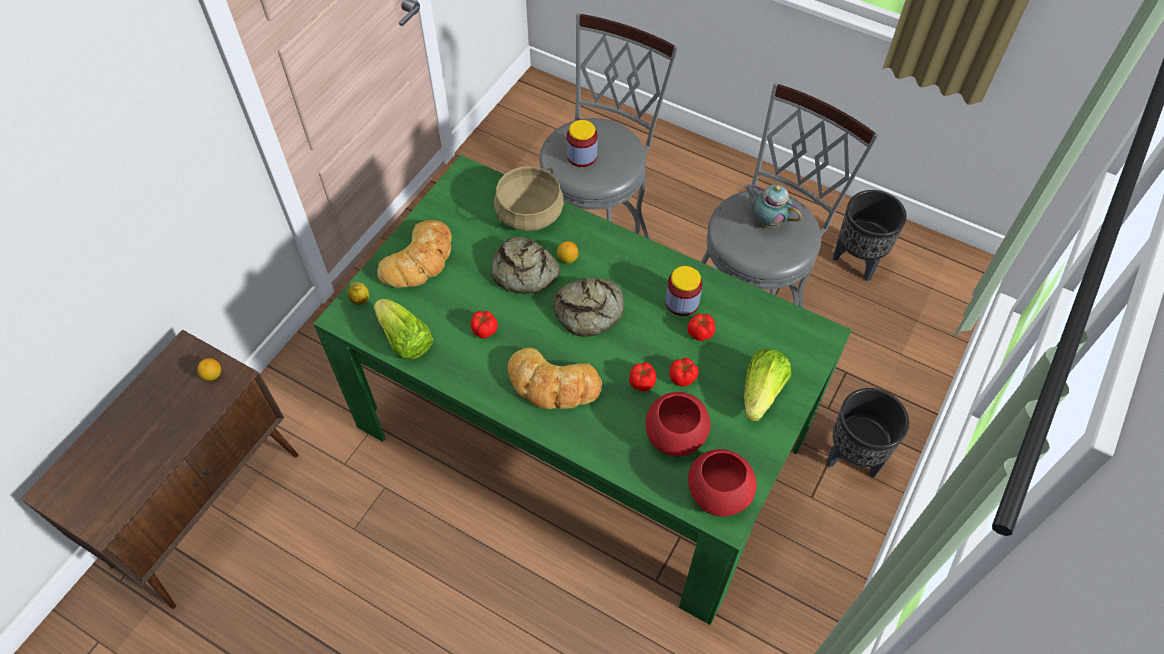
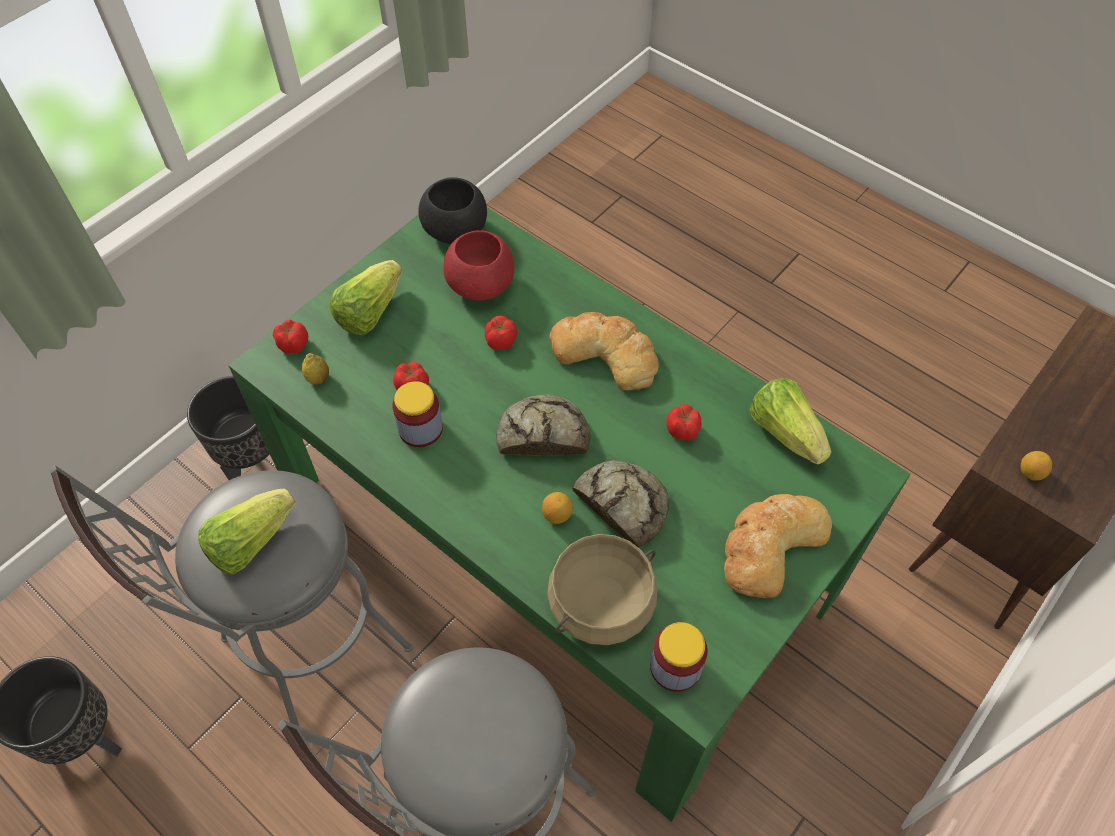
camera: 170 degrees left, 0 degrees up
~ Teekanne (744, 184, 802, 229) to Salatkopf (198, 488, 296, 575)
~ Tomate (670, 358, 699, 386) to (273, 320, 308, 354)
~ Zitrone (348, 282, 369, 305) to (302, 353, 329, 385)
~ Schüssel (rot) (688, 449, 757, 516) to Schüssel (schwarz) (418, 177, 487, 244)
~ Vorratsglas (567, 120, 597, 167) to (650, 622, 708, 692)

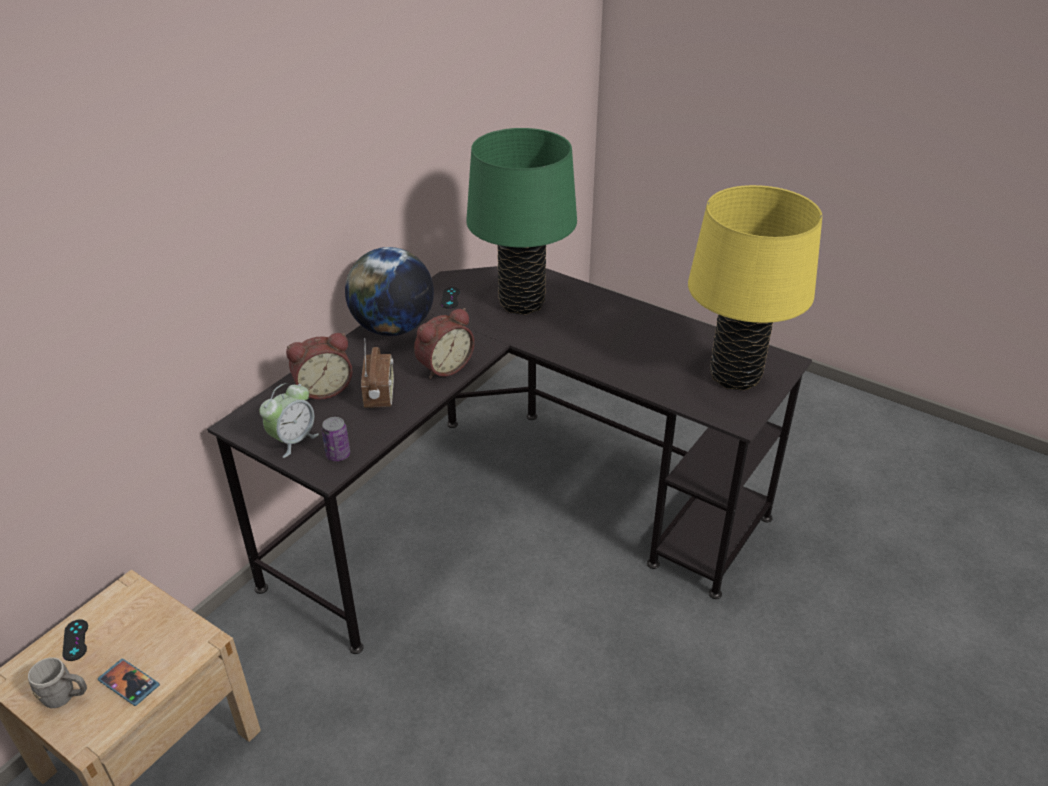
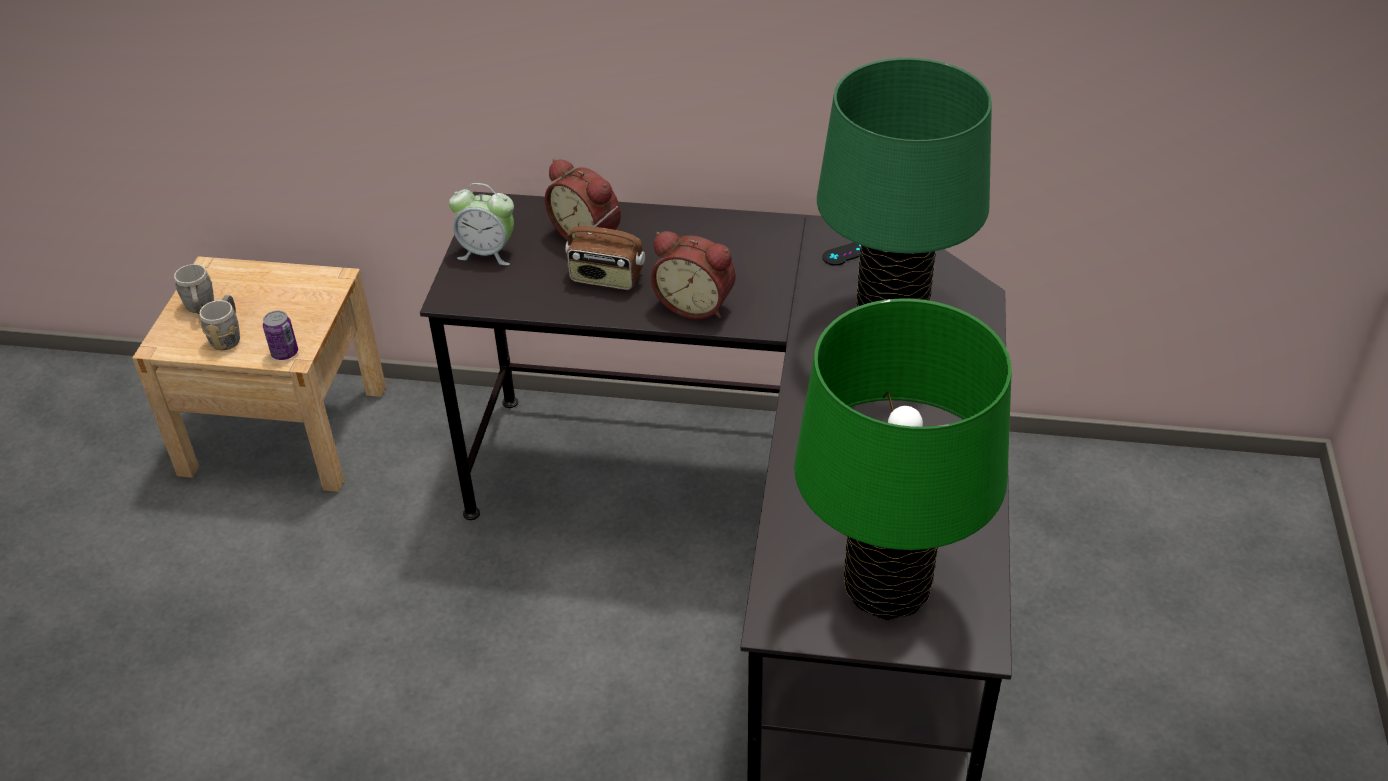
camera: 65 degrees right, 5 degrees up
~ Handy (98, 659, 160, 706) to Henkelbecher (grau) (199, 295, 240, 350)
~ Dose (322, 417, 350, 461) to (263, 311, 298, 360)
~ Radio (361, 338, 394, 408) = (565, 206, 645, 290) 45 degrees clockwise
~ Tischlampe (gelb) (688, 185, 822, 390) to Tischlampe (grün) (794, 298, 1012, 620)
- Gamepad (schwarz) (63, 619, 88, 661)
- Globus (345, 247, 434, 336)

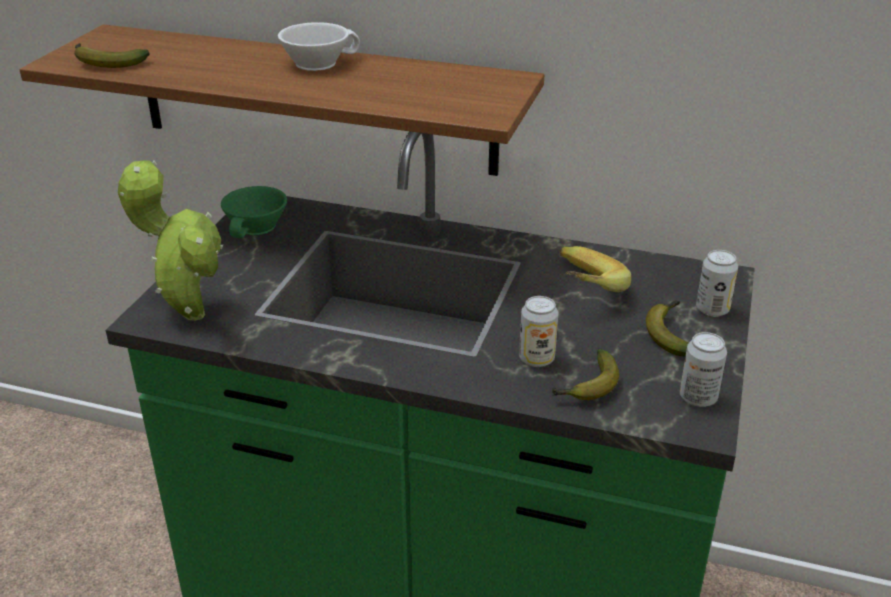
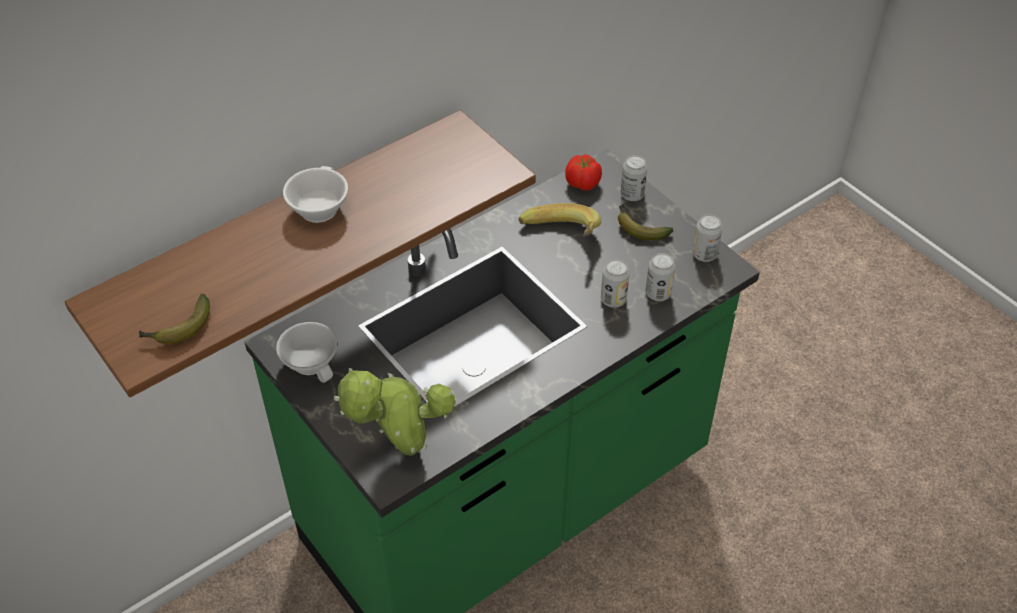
camera: 55 degrees left, 15 degrees up
~ Tasse (grün) (221, 186, 287, 238) to Tasse (weiß) (276, 322, 338, 383)
+ Tomate (565, 154, 602, 191)
~ Banane (552, 348, 619, 400) to Dose (646, 253, 675, 301)

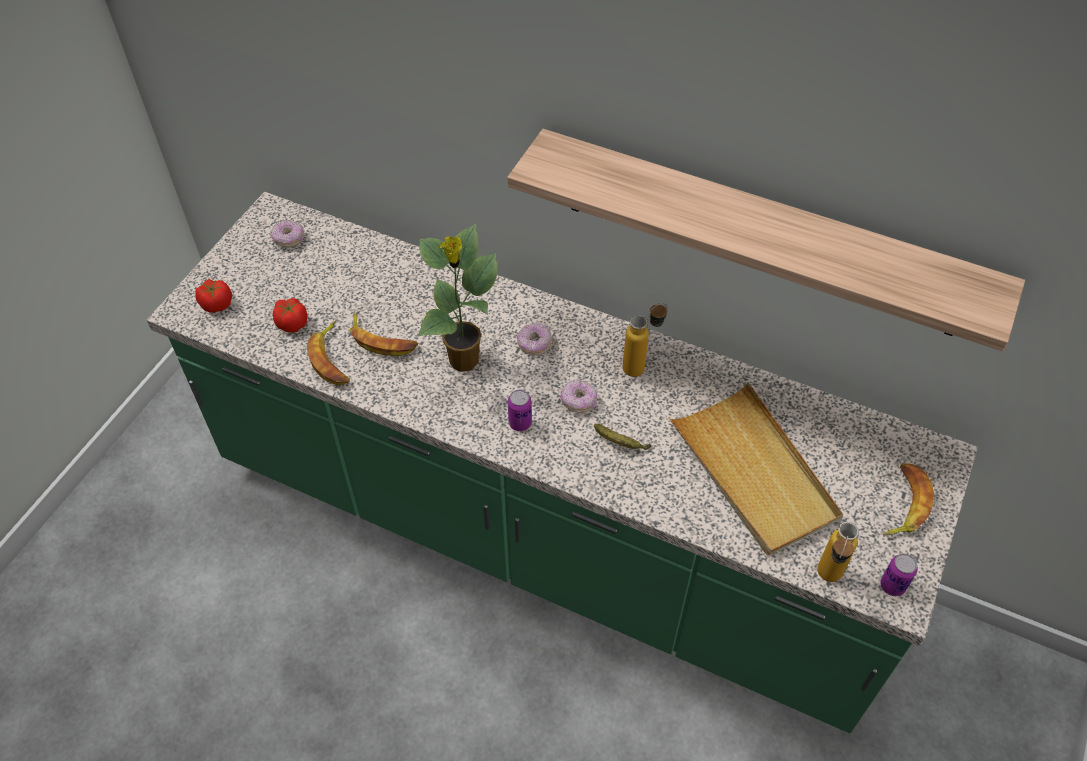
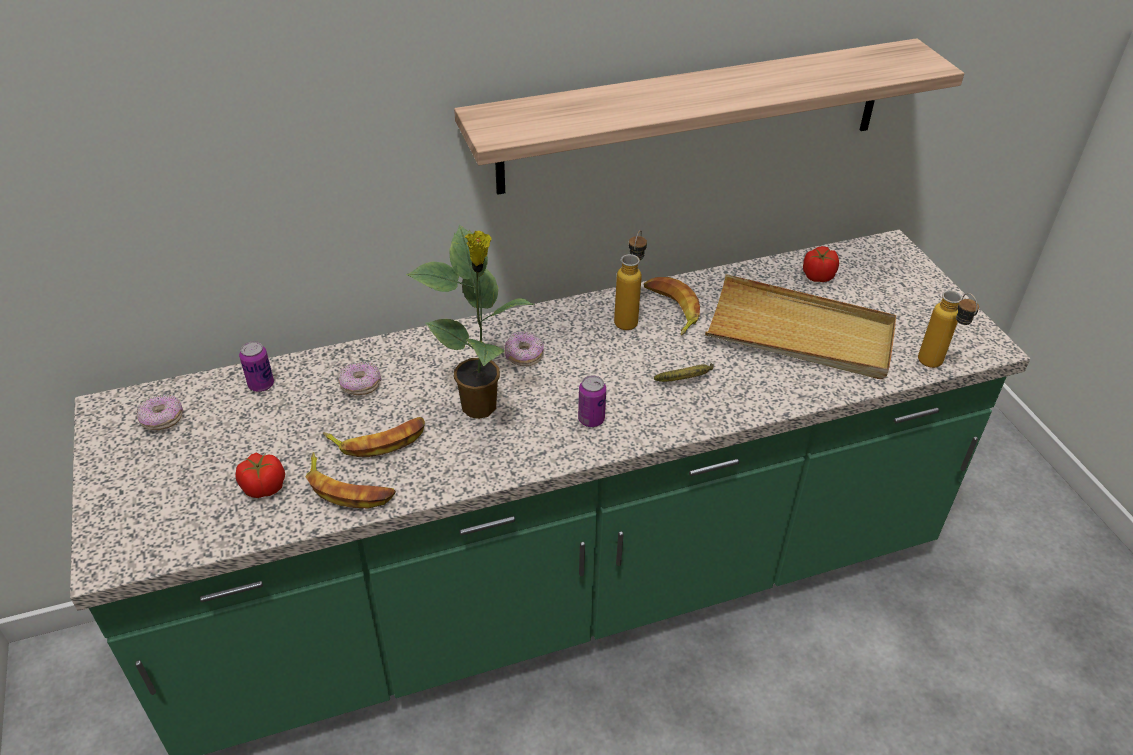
camera: 45 degrees left, 10 degrees down
~ Dose (880, 554, 918, 596) to (239, 341, 274, 392)
~ Donut (561, 380, 597, 413) to (338, 362, 381, 395)
~ Banane (883, 463, 934, 535) to (644, 277, 700, 336)
~ Tomate (195, 279, 232, 313) to (803, 246, 839, 282)

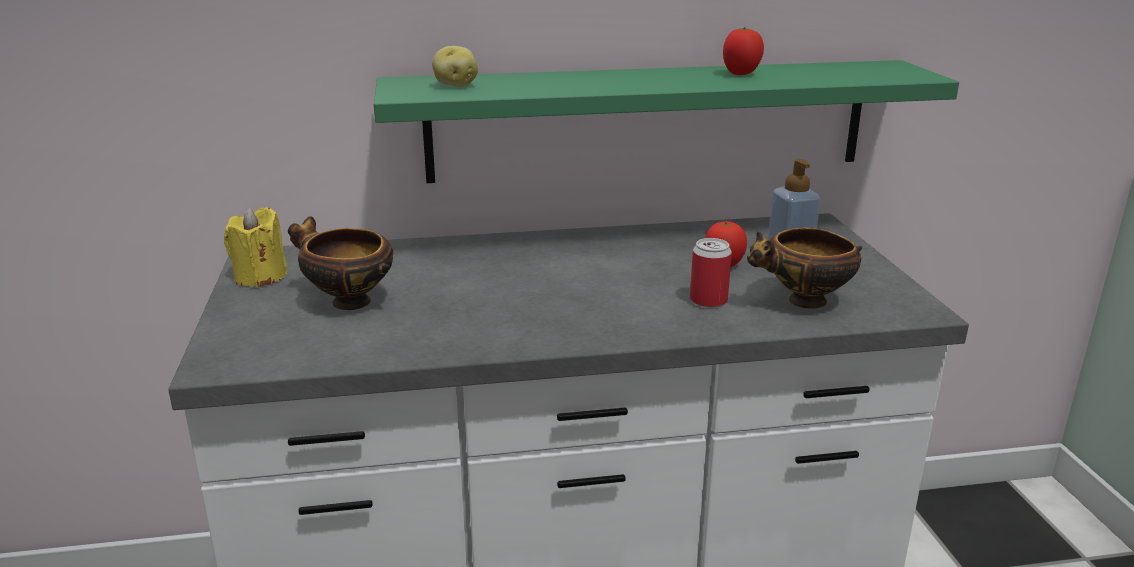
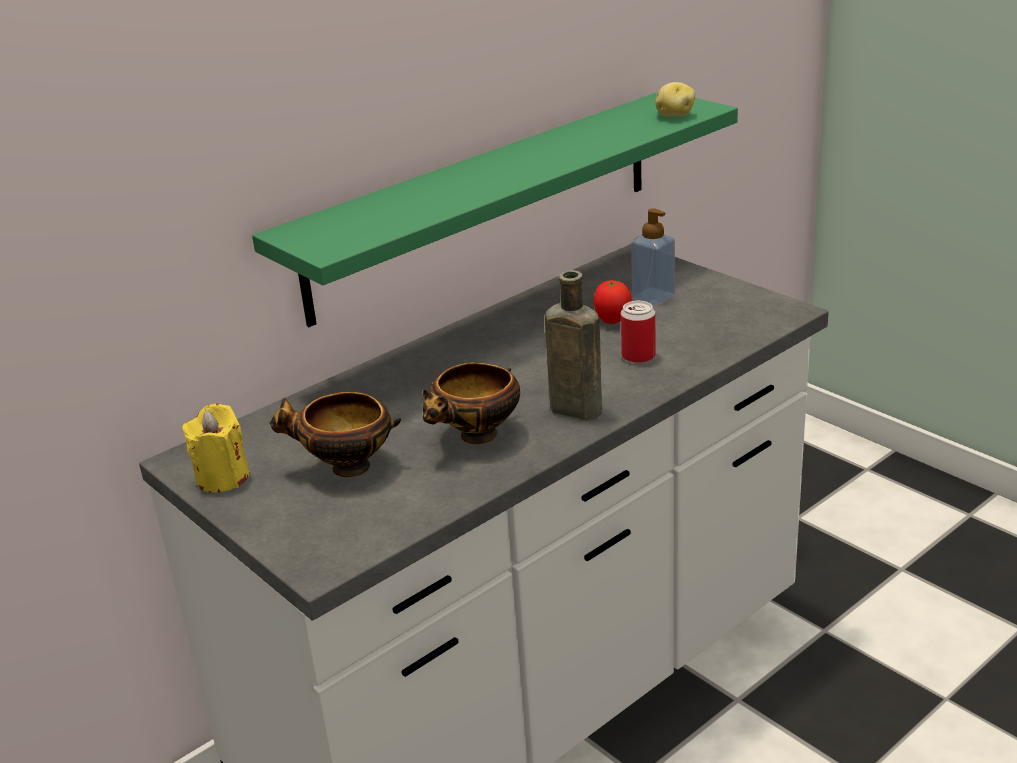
camera: 30 degrees left, 5 degrees up
~ Schüssel (747, 228, 862, 309) to (423, 362, 520, 444)
+ Flasche (braun) (545, 270, 602, 420)
~ Kartoffel (432, 46, 478, 87) to (655, 82, 695, 117)
- Tomate (723, 27, 764, 75)

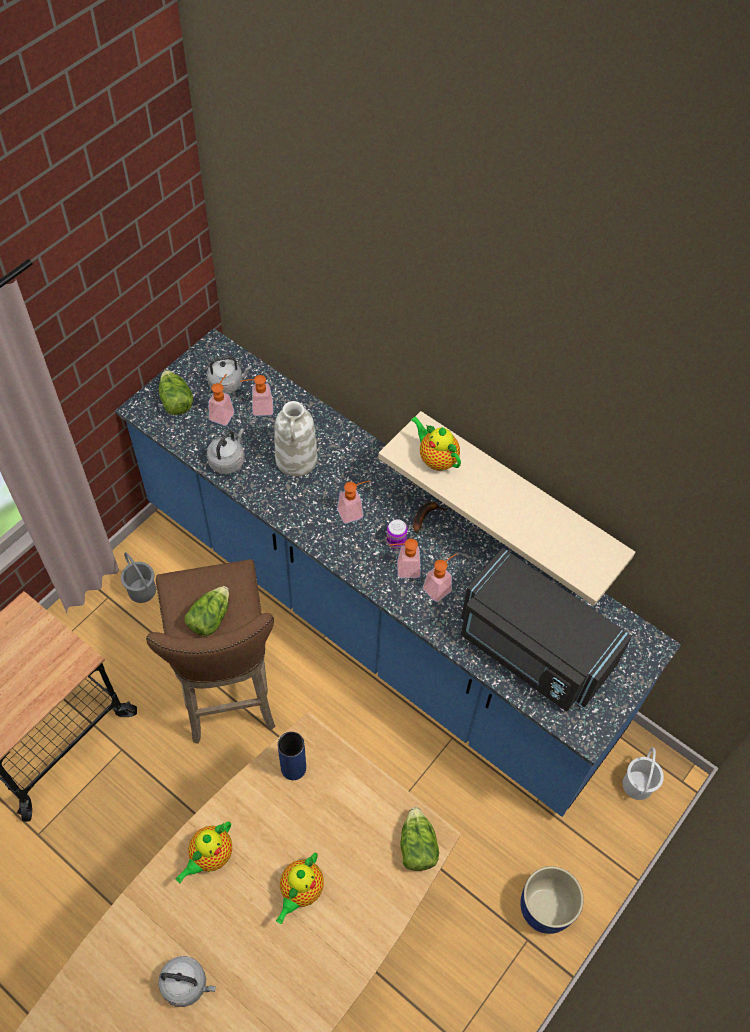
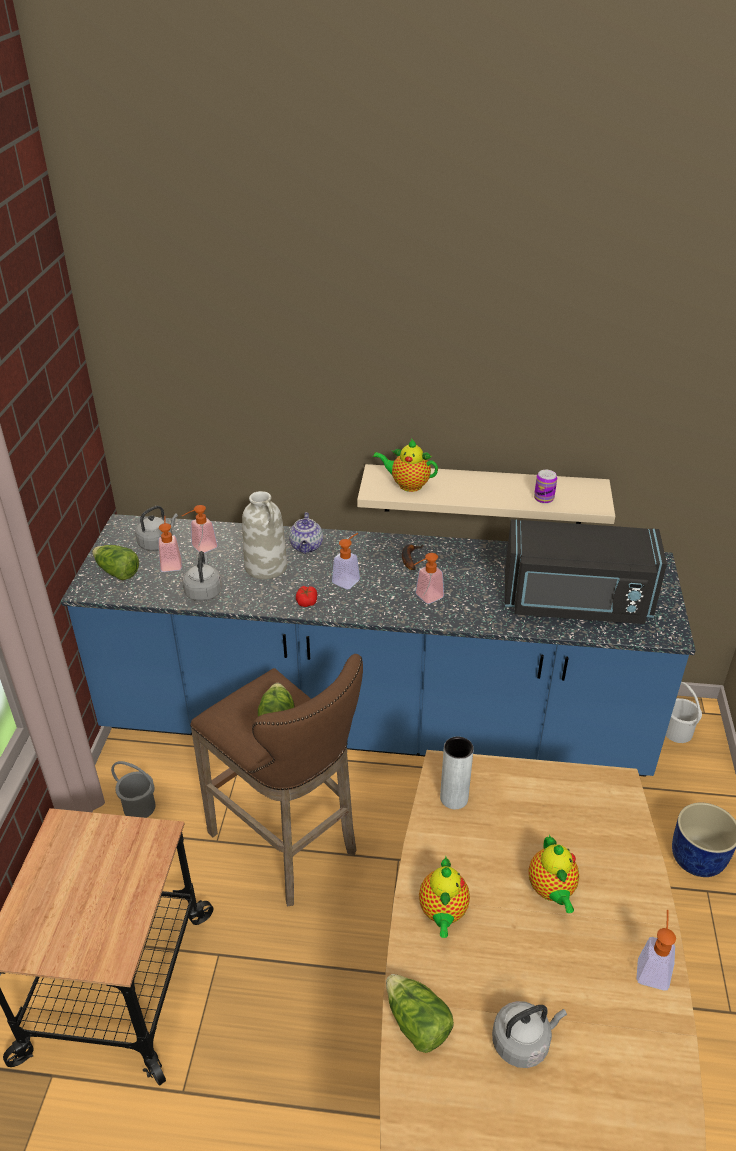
camera: 30 degrees left, 20 degrees down
+ Teekanne (289, 512, 323, 554)
+ Tomate (296, 586, 317, 607)
~ Salatkopf (400, 807, 439, 871) to (386, 974, 454, 1053)
~ Vase (blau) (278, 732, 306, 780) to Vase (grau) (440, 737, 474, 809)
~ Dose (386, 520, 407, 549) to (534, 470, 557, 504)
~ Seifenspender (422, 553, 458, 602) to (636, 910, 676, 990)

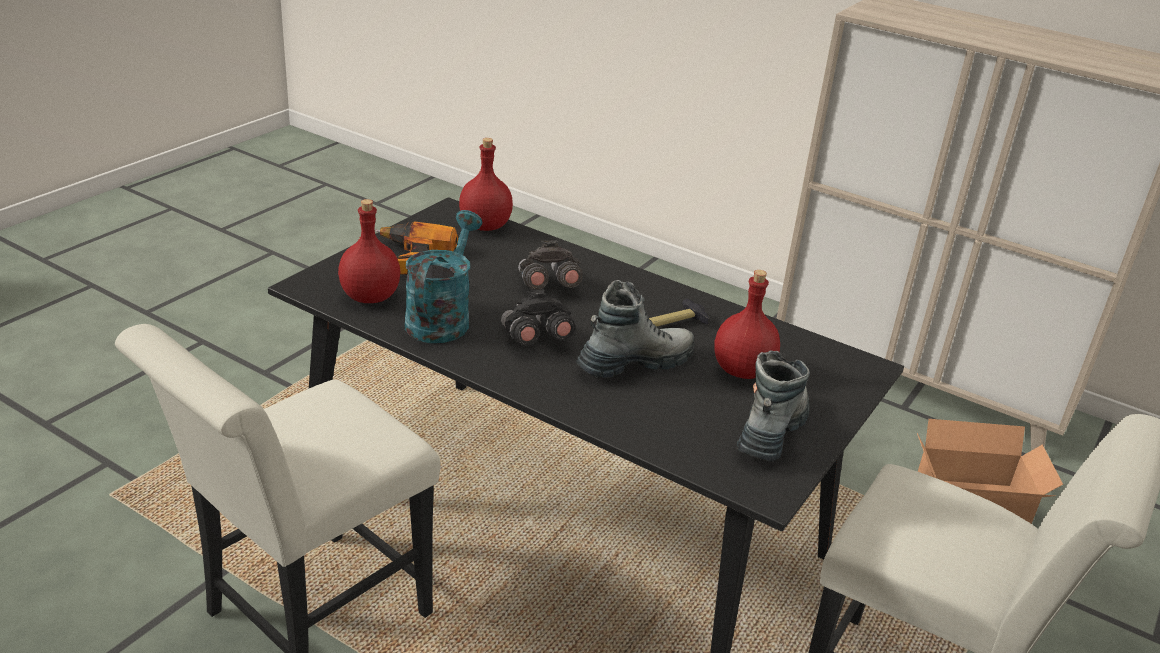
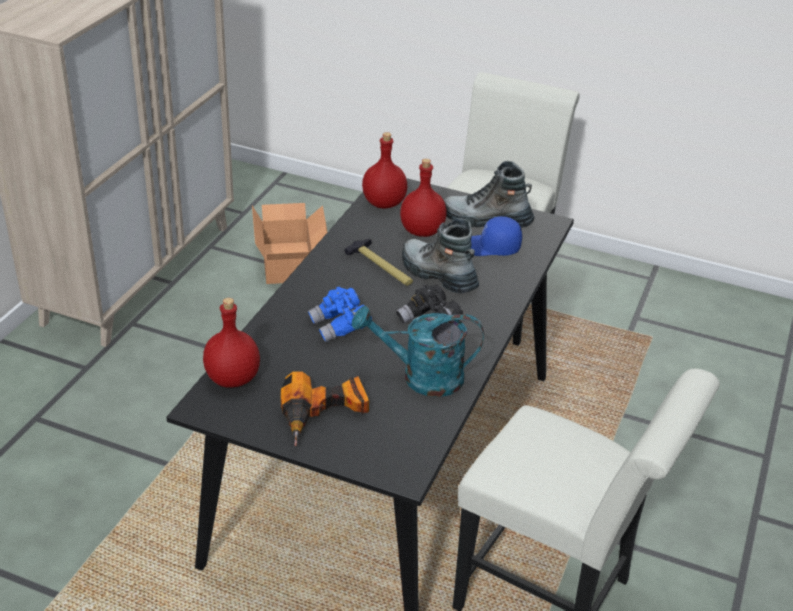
camera: 100 degrees left, 5 degrees up
~ Fernglas (grau) (518, 240, 583, 290) to Fernglas (blau) (308, 287, 372, 342)
~ Flasche (rot) (338, 199, 400, 303) to (362, 132, 407, 208)
+ Kappe (blau) (471, 216, 522, 256)

